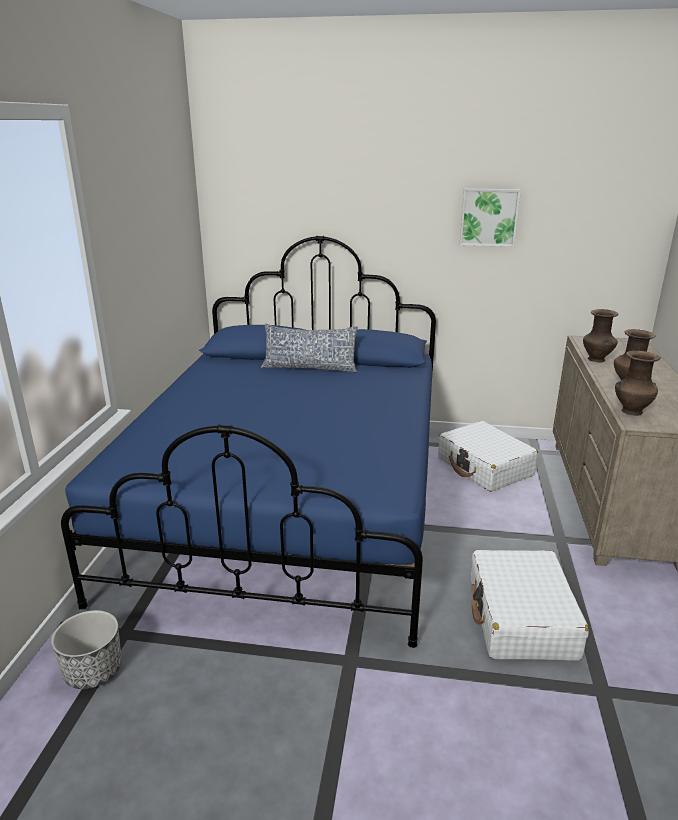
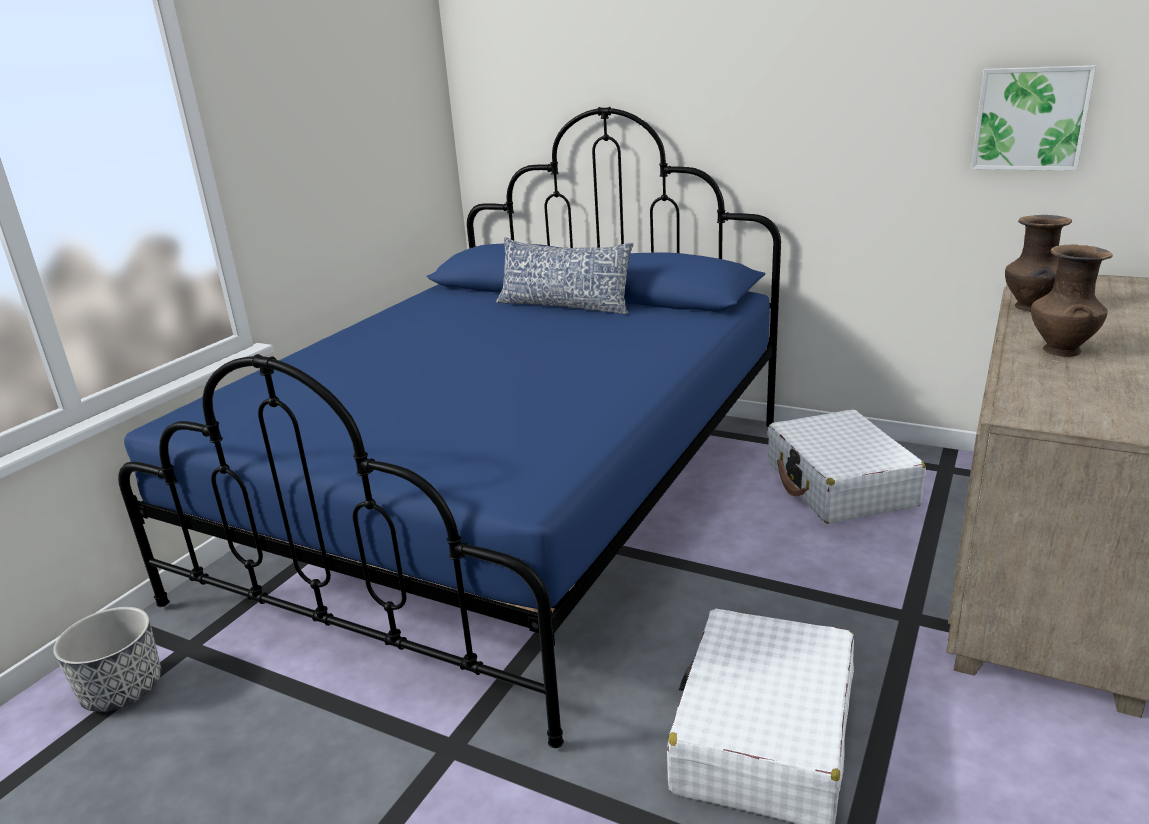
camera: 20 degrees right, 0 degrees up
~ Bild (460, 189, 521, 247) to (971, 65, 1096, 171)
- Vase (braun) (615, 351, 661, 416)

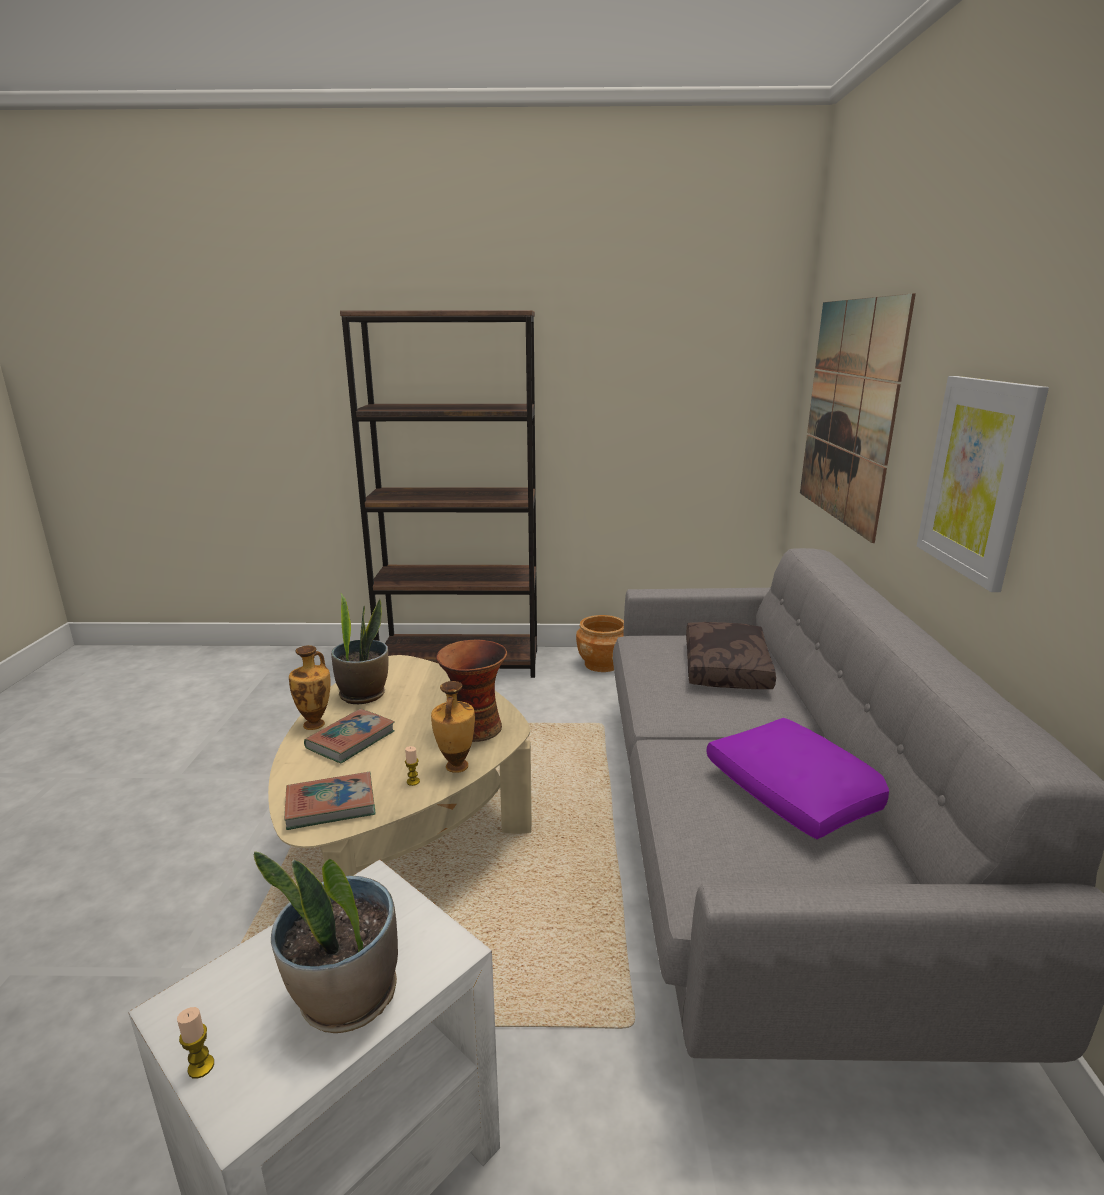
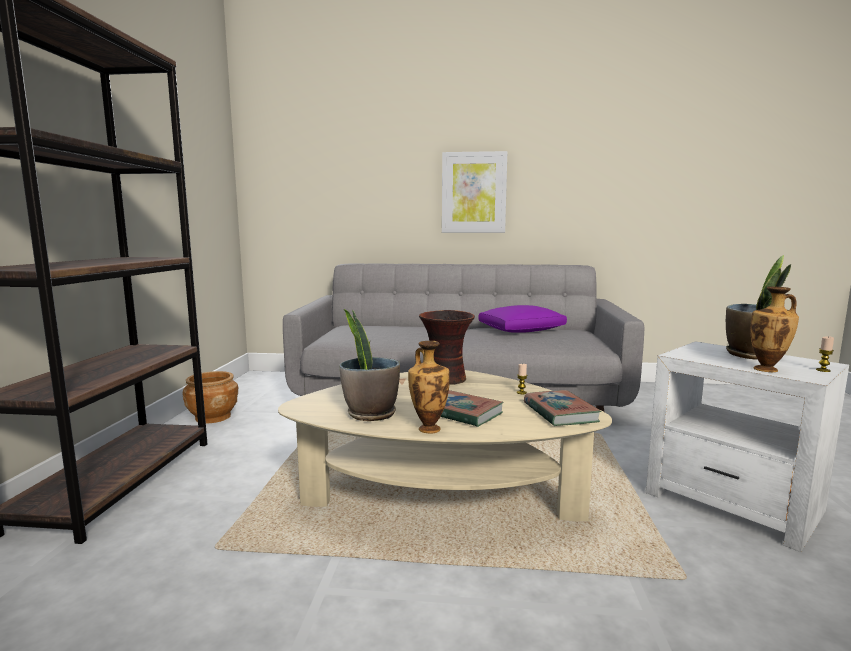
camera: 85 degrees left, 10 degrees down
~ Vase (431, 681, 475, 773) to (750, 287, 799, 372)
- Kissen (braun) (686, 622, 776, 689)
- Bild (800, 293, 916, 543)

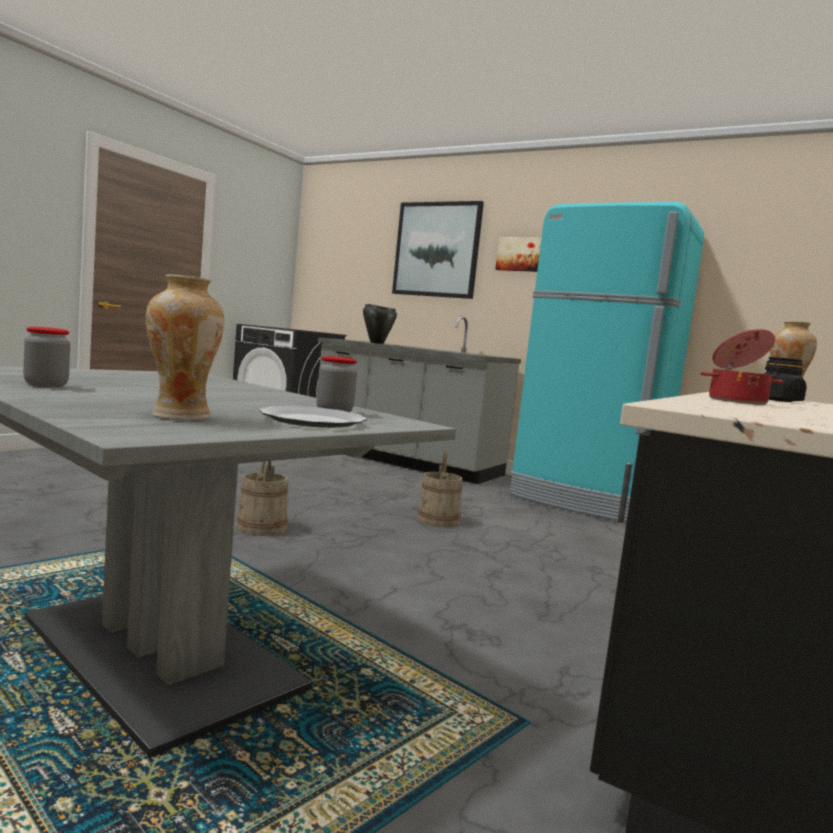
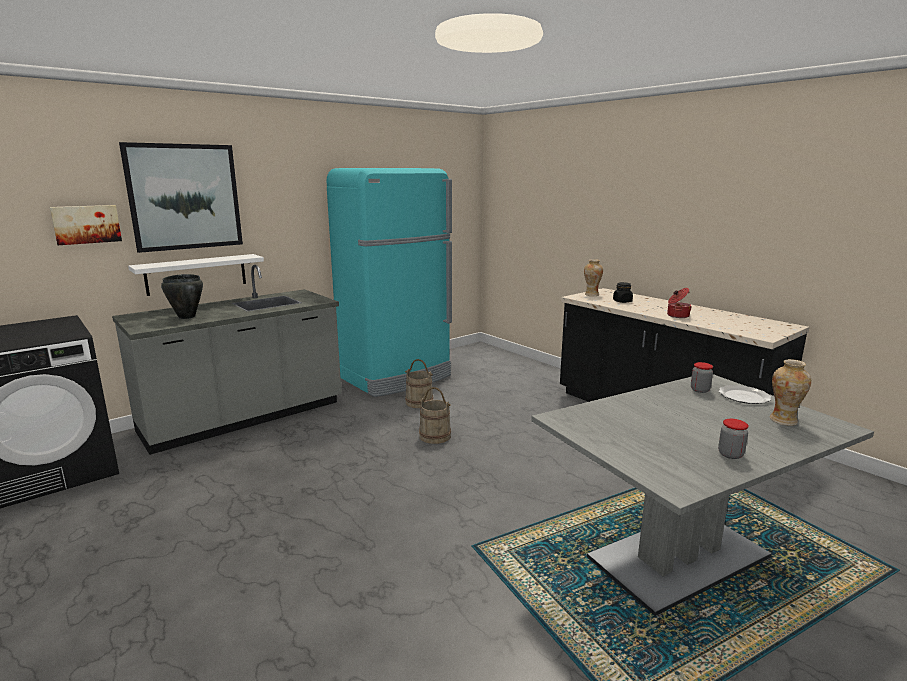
camera: 70 degrees left, 10 degrees up
~ Bild (495, 237, 542, 272) to (50, 205, 122, 245)
+ Wandregal (weiß) (128, 254, 264, 296)
~ Eimer (beige) (236, 461, 288, 536) to (405, 359, 433, 408)

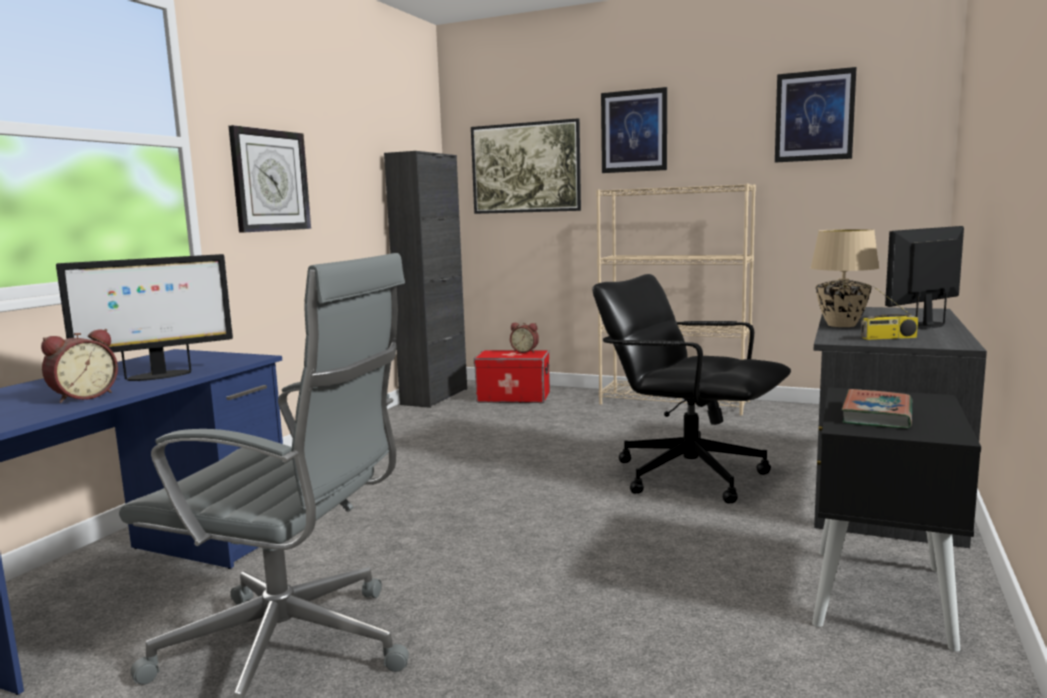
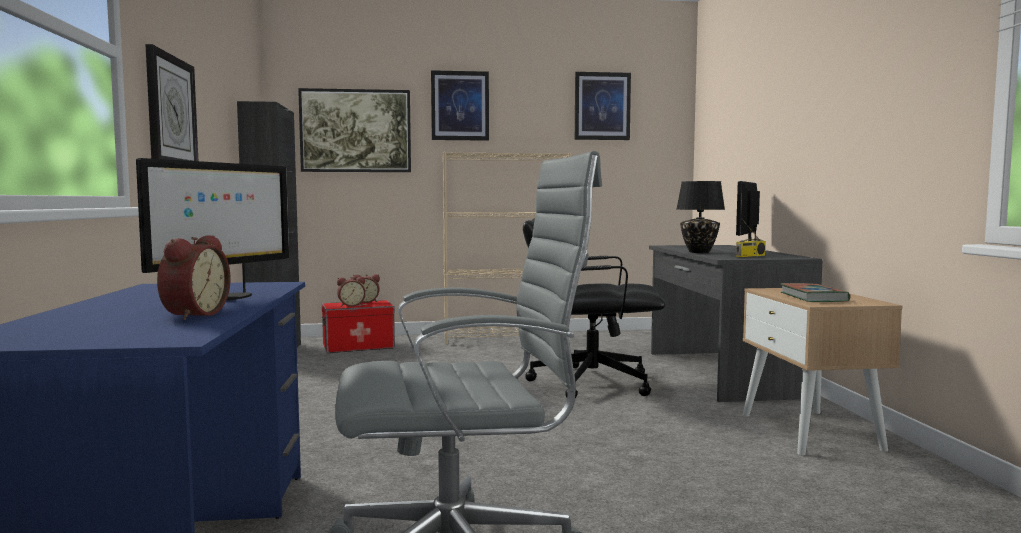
camera: 30 degrees left, 5 degrees down
+ Wecker (337, 277, 366, 307)
~ Tischlampe (beige) (810, 229, 879, 327) to Tischlampe (schwarz) (677, 181, 725, 253)
~ Nachttisch (schwarz) (812, 387, 981, 651) to Nachttisch (beige) (743, 288, 902, 455)

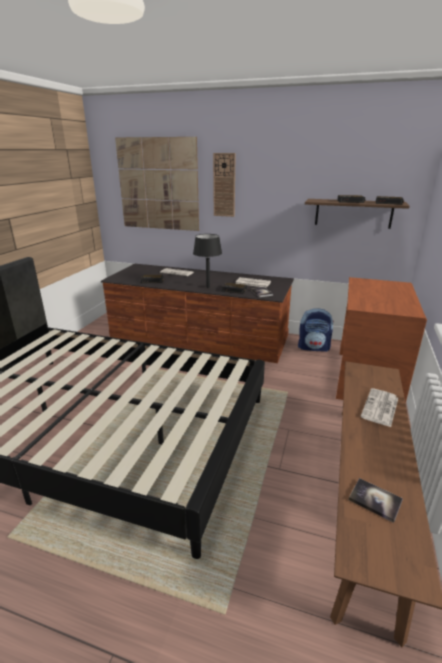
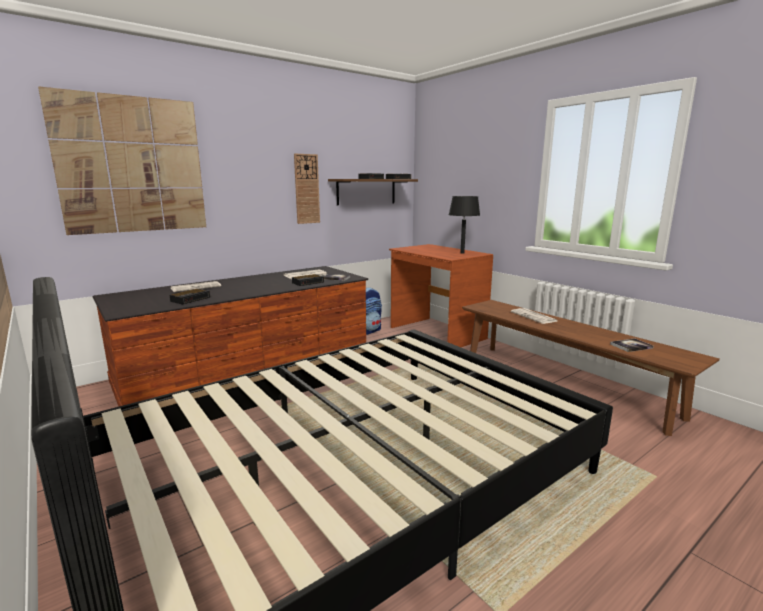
camera: 55 degrees left, 10 degrees down
~ Wanduhr (213, 153, 236, 217) to (294, 154, 320, 224)
~ Tischlampe (schwarz) (193, 234, 222, 288) to (449, 196, 480, 254)

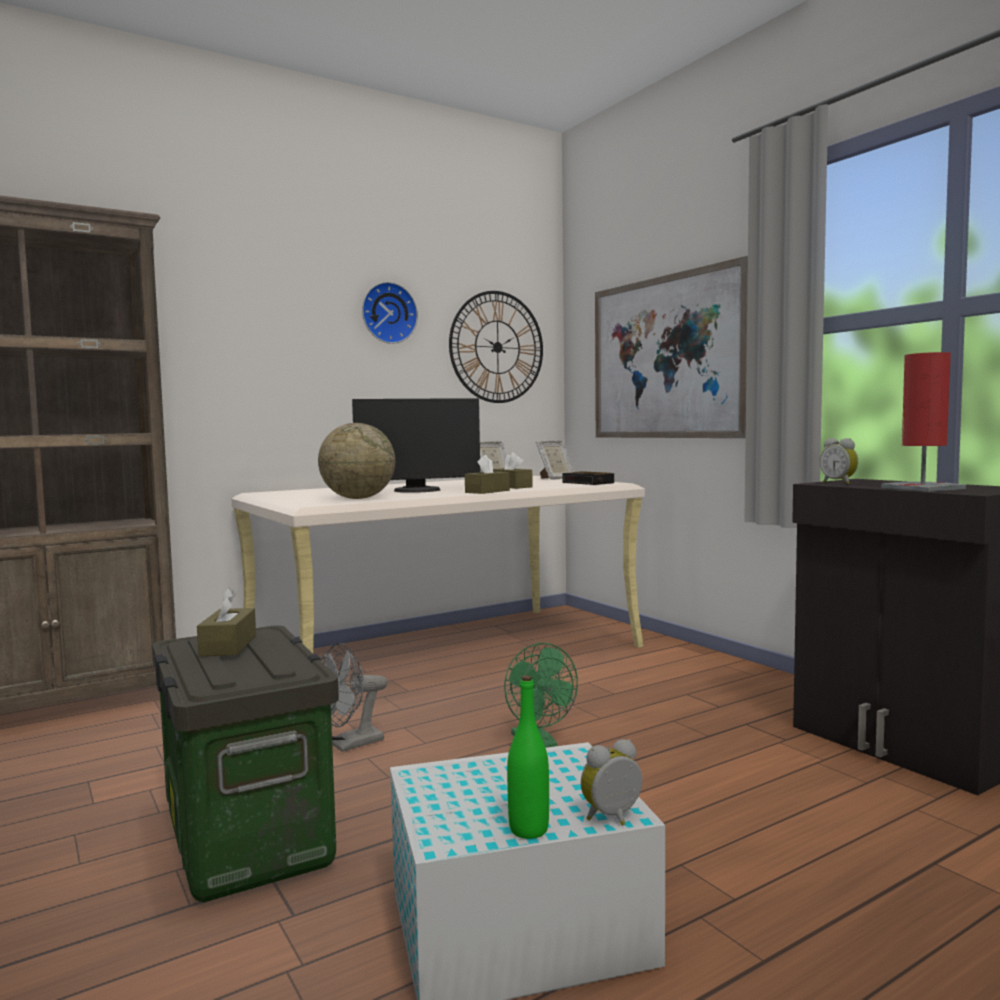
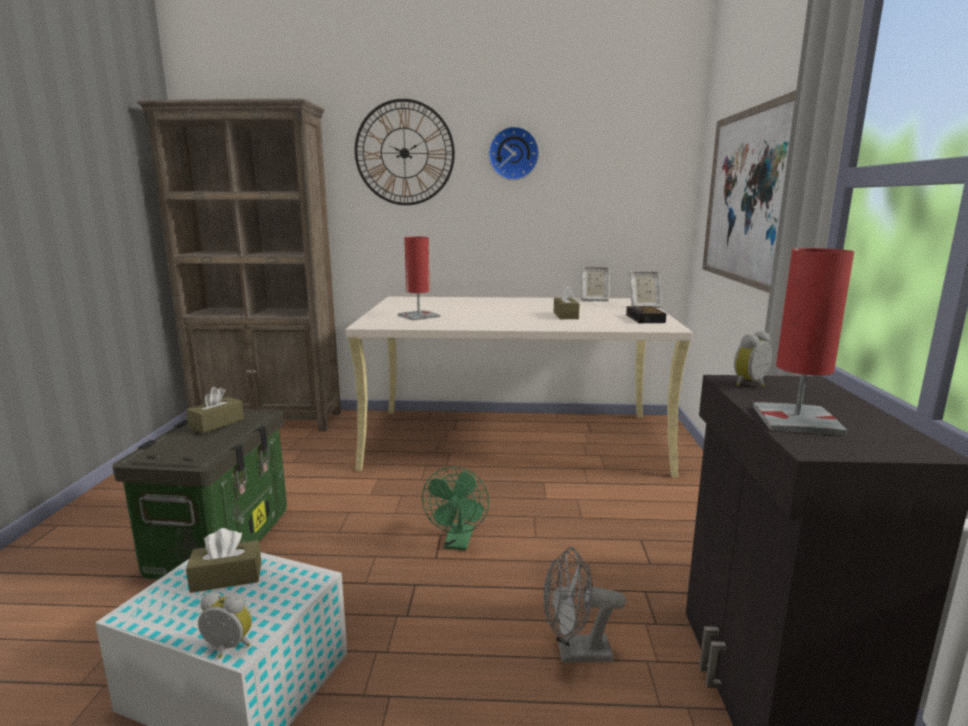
camera: 35 degrees right, 10 degrees up
~ Taschentuchbox (braun) (465, 455, 510, 494) to (186, 528, 261, 593)
~ Wanduhr (449, 291, 543, 403) to (355, 99, 455, 205)
~ Globus (318, 423, 395, 499) to Tischlampe (rot) (398, 237, 440, 321)
~ Ventilator (grau) (321, 643, 387, 752) to (544, 547, 626, 663)
~ Wecker (820, 438, 858, 484) = (734, 331, 772, 387) 45 degrees clockwise
- Monitor (352, 398, 480, 493)
- Flasche (grün) (507, 675, 549, 839)

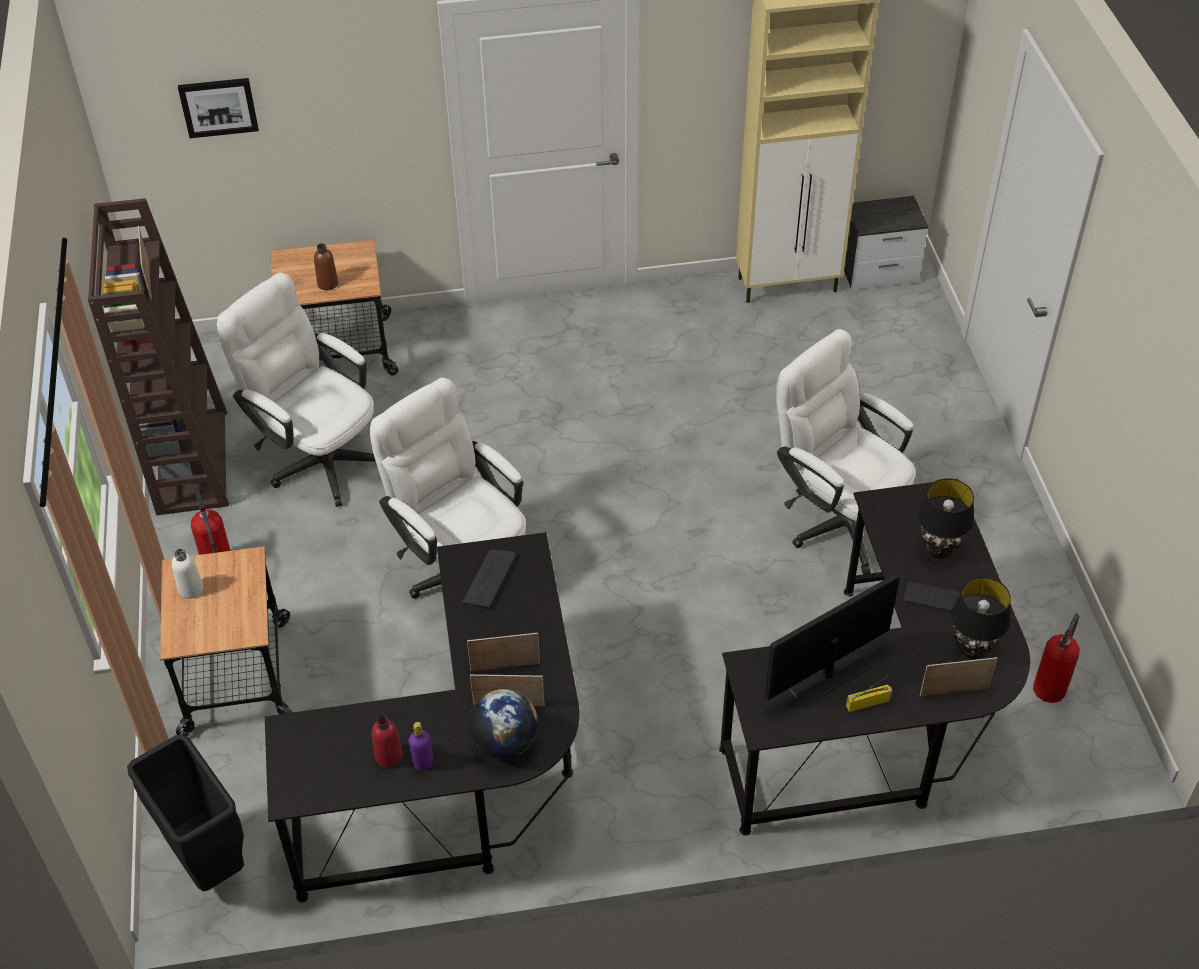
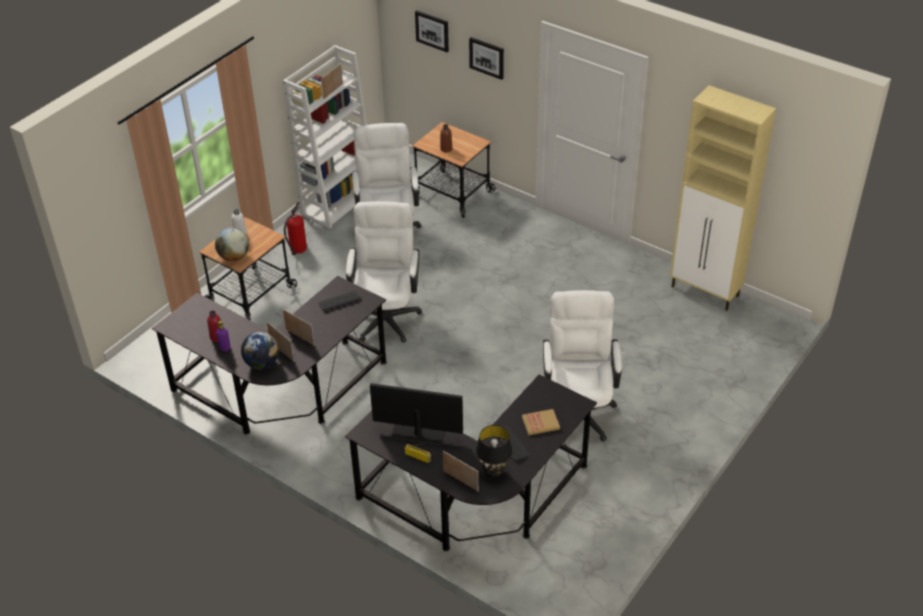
camera: 45 degrees right, 5 degrees down
+ Globus (215, 228, 249, 261)
~ Bücherregal (braun) (88, 198, 229, 515) to Bücherregal (weiß) (283, 45, 367, 229)
+ Bild (469, 37, 504, 80)
~ Tischlampe (schwarz) (918, 478, 974, 559) to Buch (522, 409, 560, 435)
- Mülleimer (schwarz) (127, 734, 244, 891)
- Nachttisch (844, 196, 929, 290)
- Feuerlöscher (1033, 613, 1080, 703)

